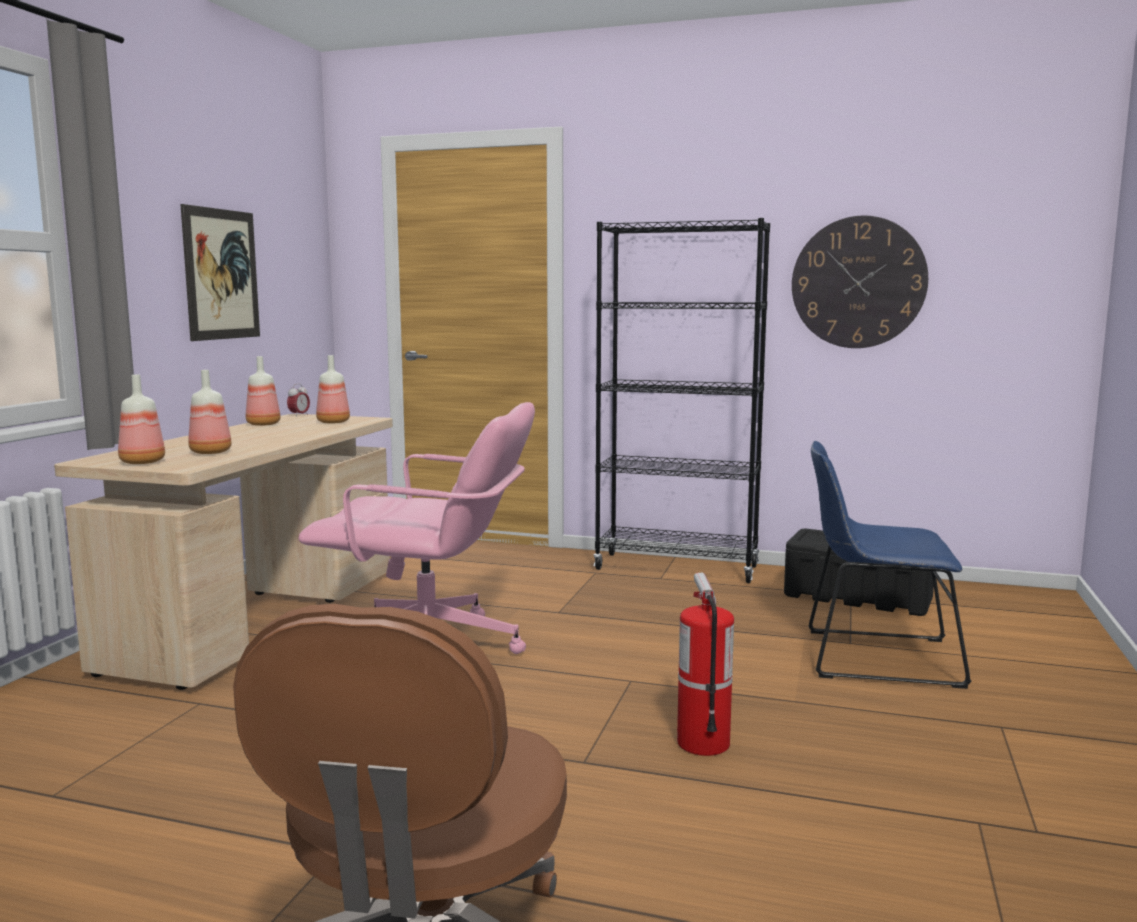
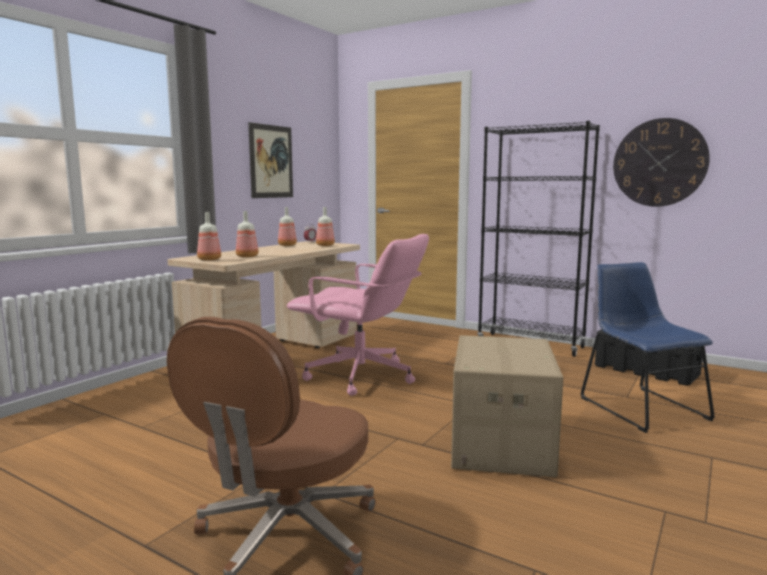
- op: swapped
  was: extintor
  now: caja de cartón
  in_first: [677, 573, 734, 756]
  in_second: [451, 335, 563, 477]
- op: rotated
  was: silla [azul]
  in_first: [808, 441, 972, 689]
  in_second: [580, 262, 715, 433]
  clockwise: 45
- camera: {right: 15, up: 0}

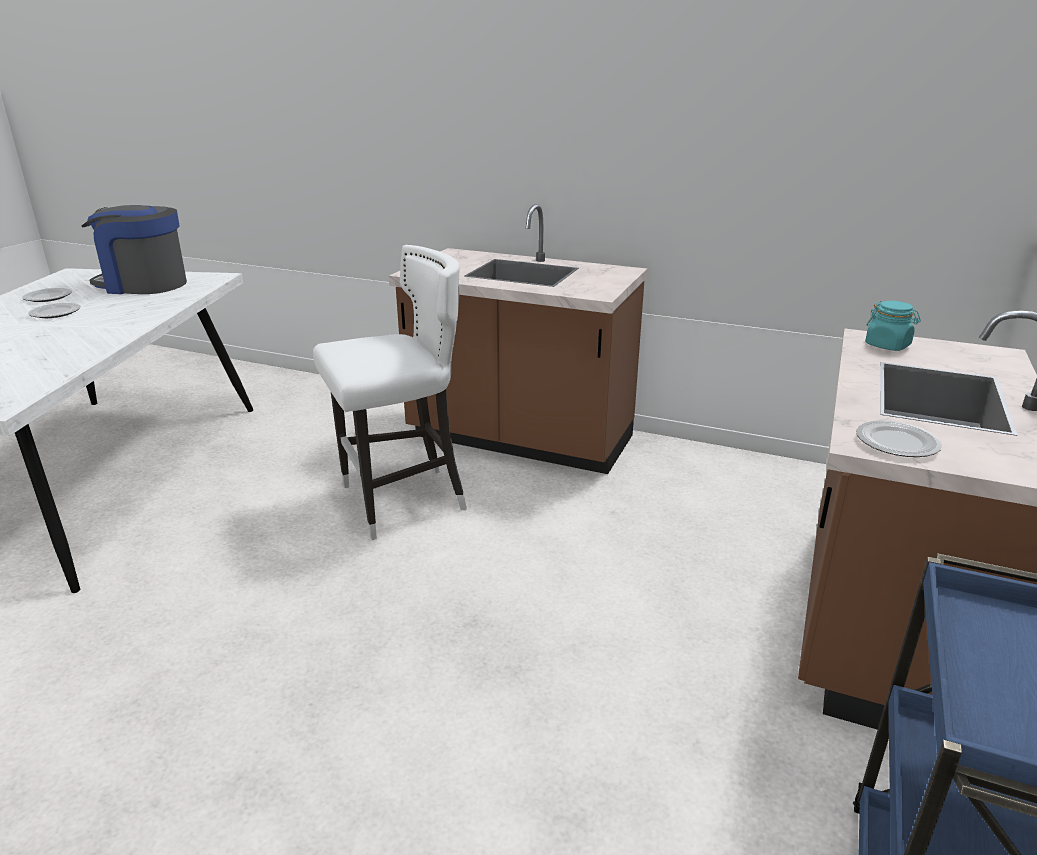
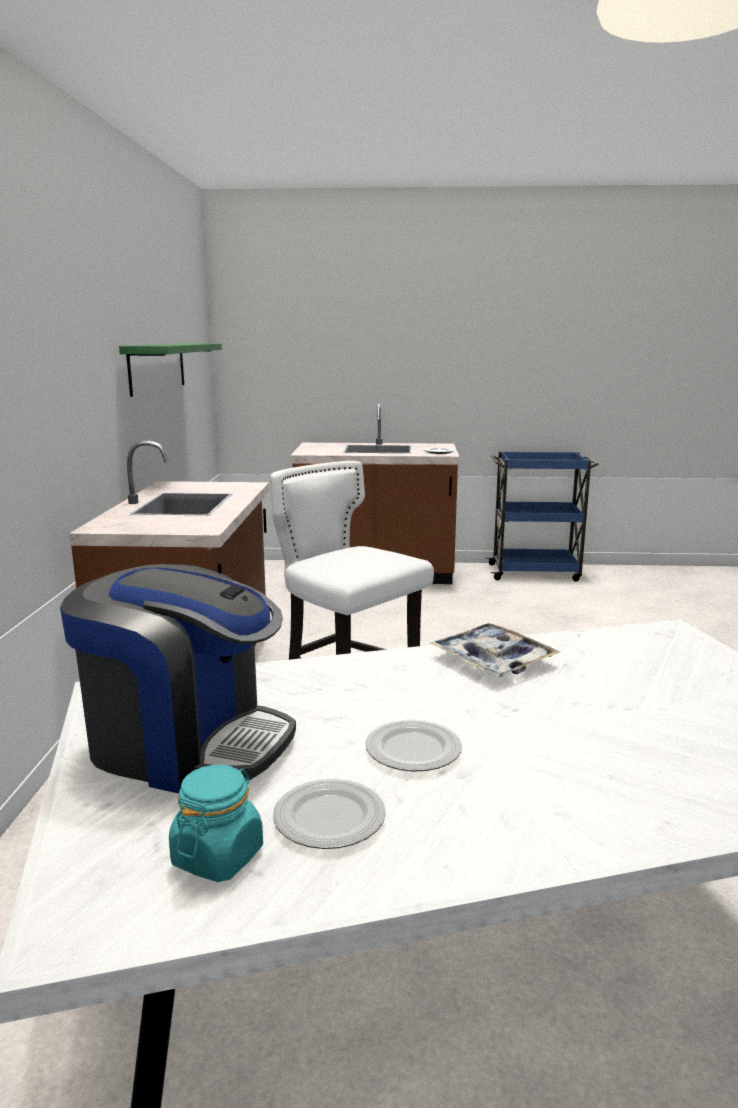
- op: rotated
  was: cafetera
  in_first: [82, 205, 187, 294]
  in_second: [60, 564, 296, 794]
  clockwise: -60
- op: new
  now: estante [verde]
  in_second: [119, 343, 222, 397]
- op: shifted
  was: tarro [turquesa]
  in_first: [865, 301, 921, 351]
  in_second: [169, 765, 263, 882]
- op: new
  now: bandeja
  in_second: [429, 623, 560, 677]
- camera: {right: -110, up: -10}

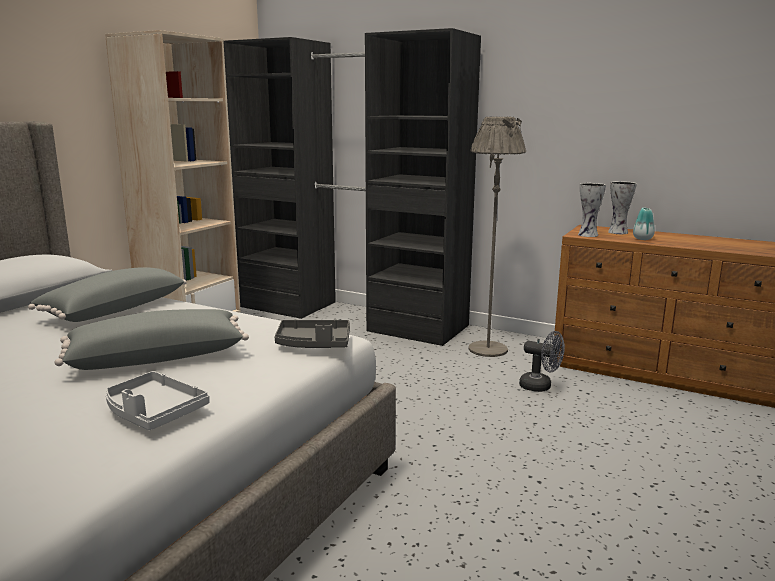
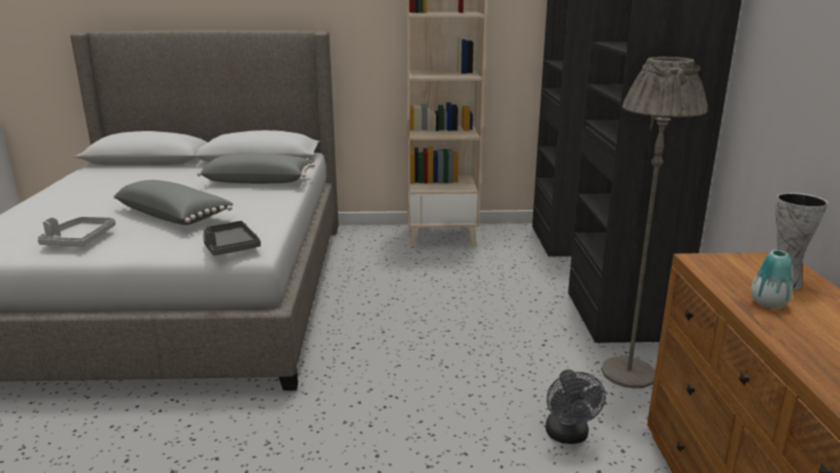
- op: gone
  was: florero
  in_first: [578, 183, 606, 237]
- camera: {right: 60, up: 5}

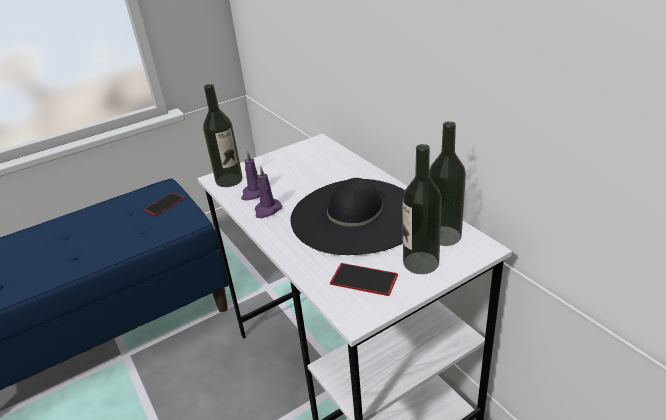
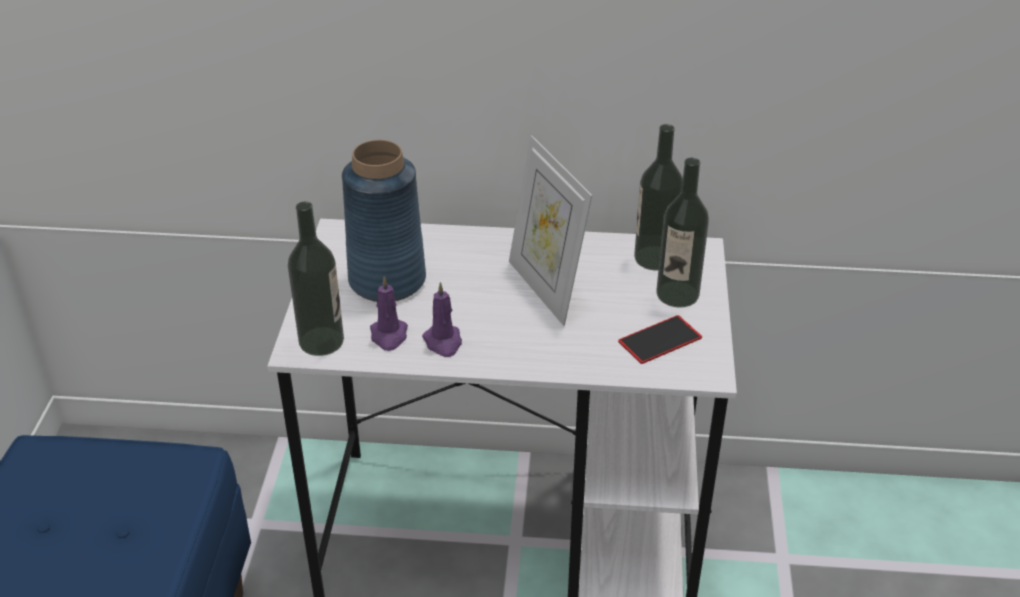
- op: new
  now: florero [azul]
  in_second: [342, 140, 426, 302]
- op: swapped
  was: sombrero [negro]
  now: portarretratos
  in_first: [290, 178, 405, 255]
  in_second: [509, 136, 592, 326]
- op: gone
  was: móvil
  in_first: [144, 192, 185, 216]
- camera: {right: -55, up: 5}

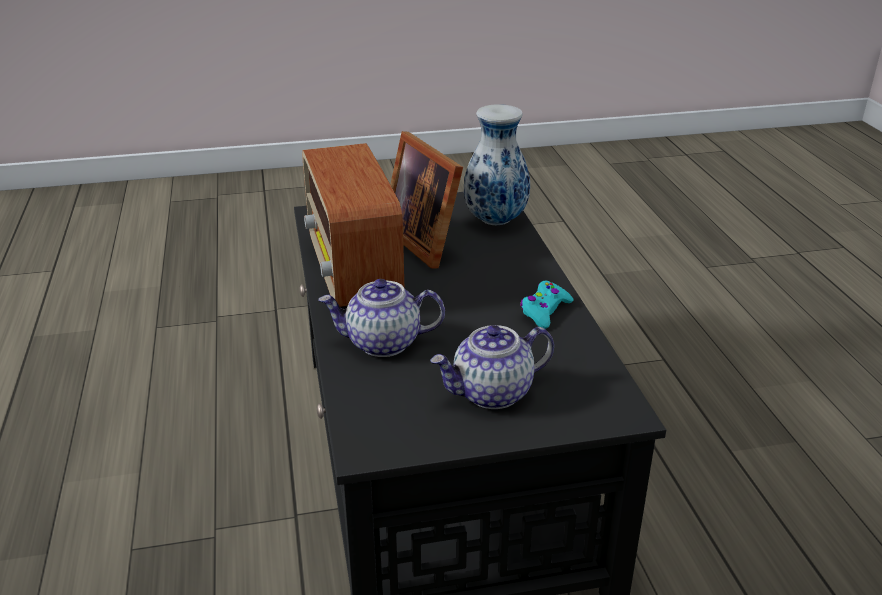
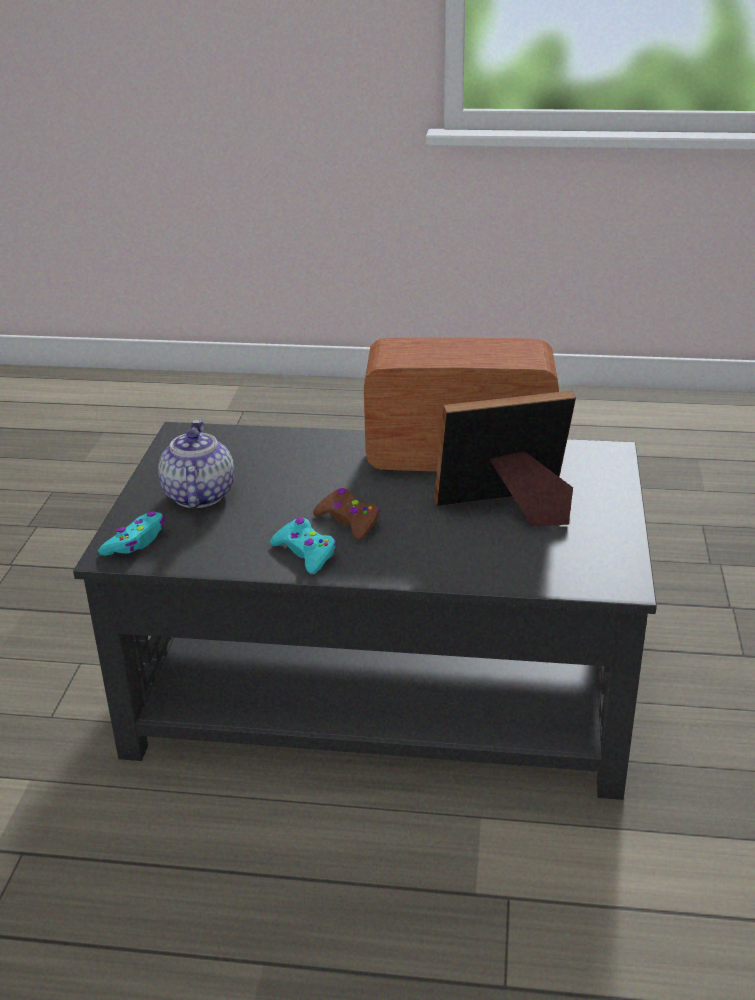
- op: new
  now: mando de consola [turquesa]
  in_second: [98, 511, 165, 556]
- op: new
  now: mando de consola [marrón]
  in_second: [313, 488, 380, 540]
- op: gone
  was: tetera
  in_first: [318, 279, 445, 357]
- op: gone
  was: florero
  in_first: [464, 104, 530, 225]
- camera: {right: 110, up: 0}

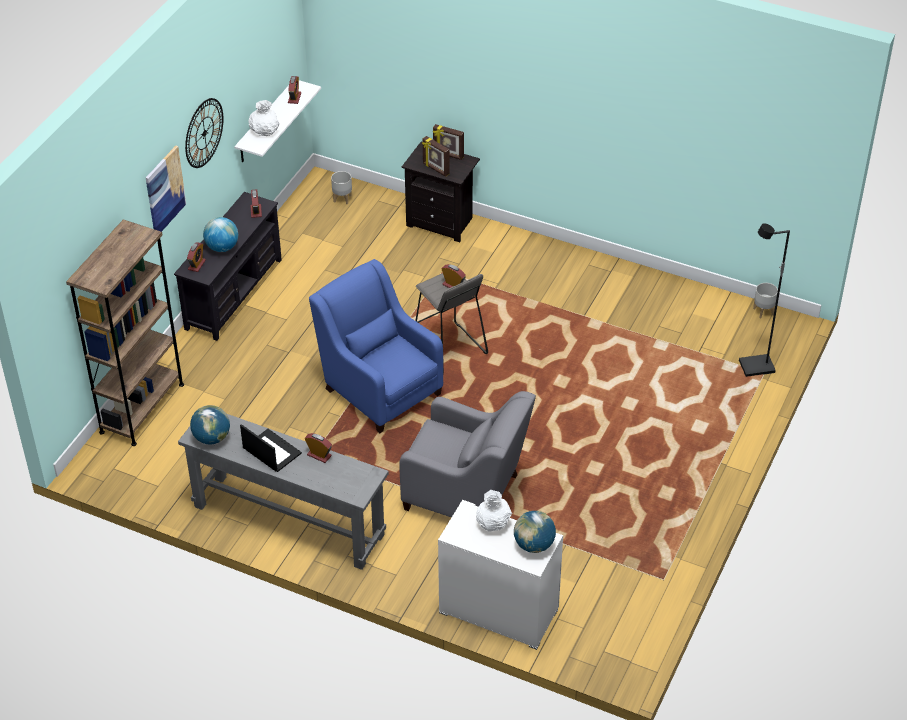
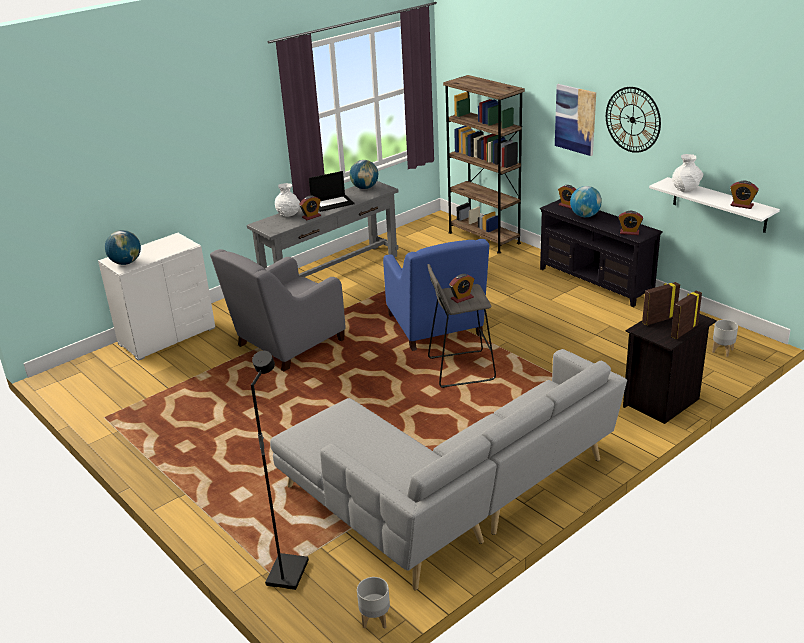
- op: new
  now: sofá [gris]
  in_second: [270, 349, 627, 590]
- op: shifted
  was: florero [blanco]
  in_first: [476, 490, 512, 532]
  in_second: [275, 183, 300, 217]
- op: rotated
  was: sillón [azul]
  in_first: [309, 259, 443, 433]
  in_second: [383, 239, 489, 351]
  clockwise: 90
- camera: {right: 115, up: -15}

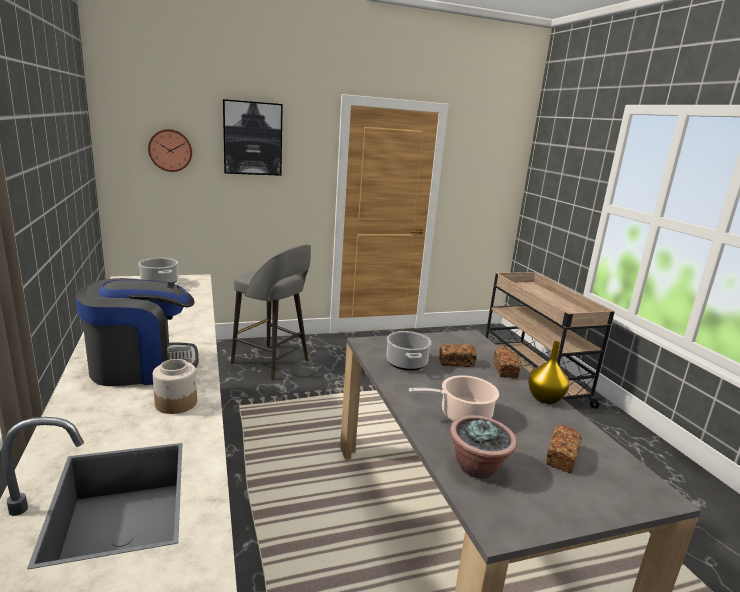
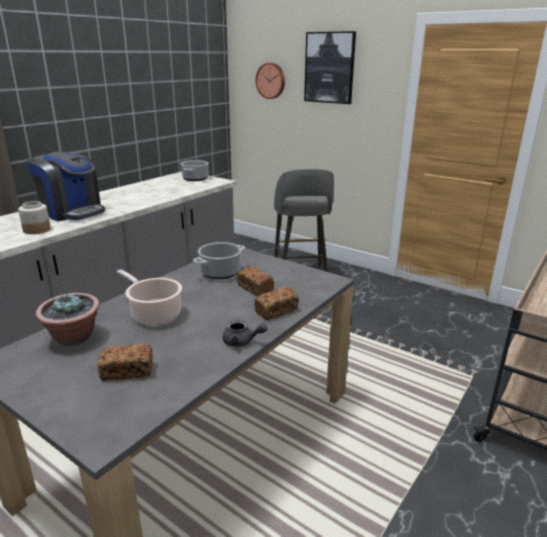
- op: swapped
  was: florero [amarillo]
  now: tetera [gris]
  in_first: [528, 341, 569, 404]
  in_second: [223, 320, 267, 347]
- camera: {right: 55, up: 5}

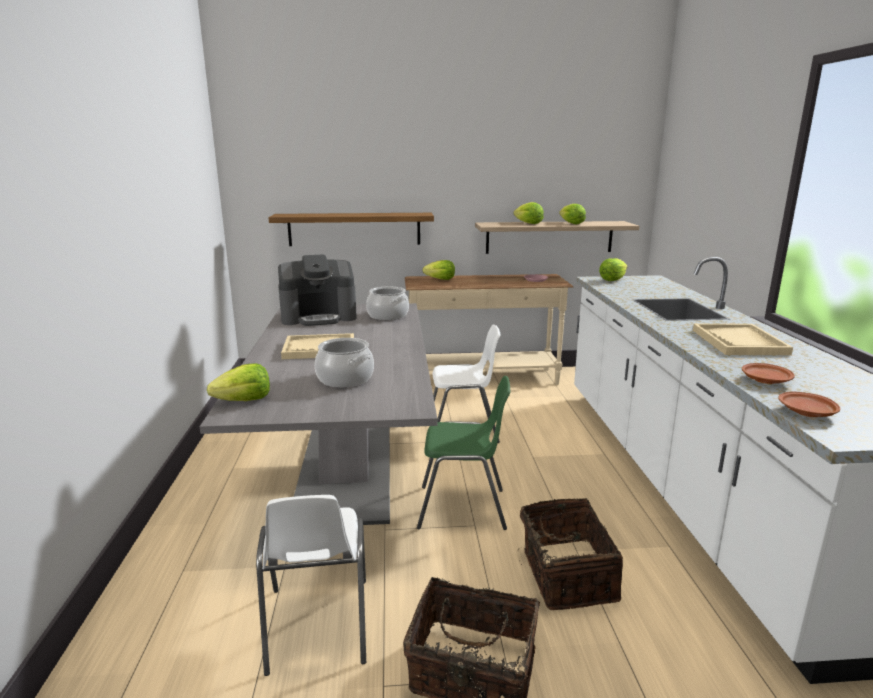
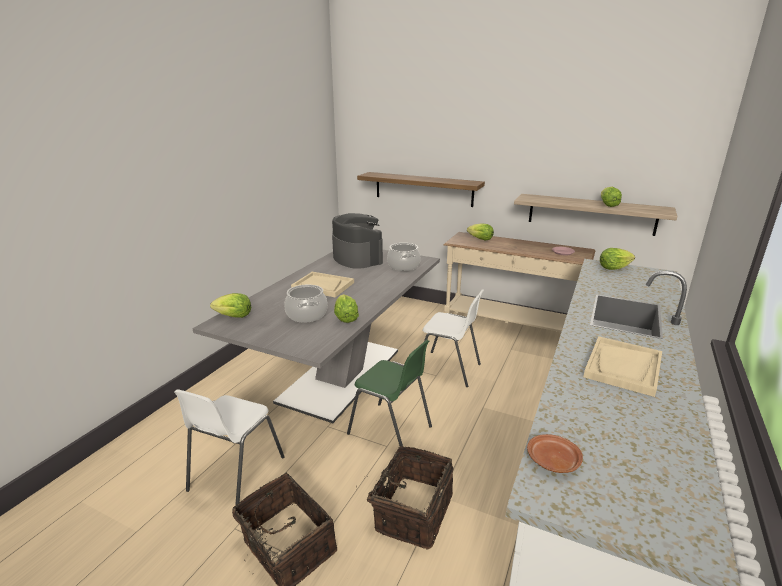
- op: rotated
  was: cafetera
  in_first: [278, 255, 357, 326]
  in_second: [332, 213, 383, 269]
  clockwise: -135
- op: shifted
  was: lechuga
  in_first: [513, 202, 544, 224]
  in_second: [334, 294, 359, 323]
- op: gone
  was: plato [marrón]
  in_first: [742, 363, 795, 384]
- camera: {right: 30, up: 5}

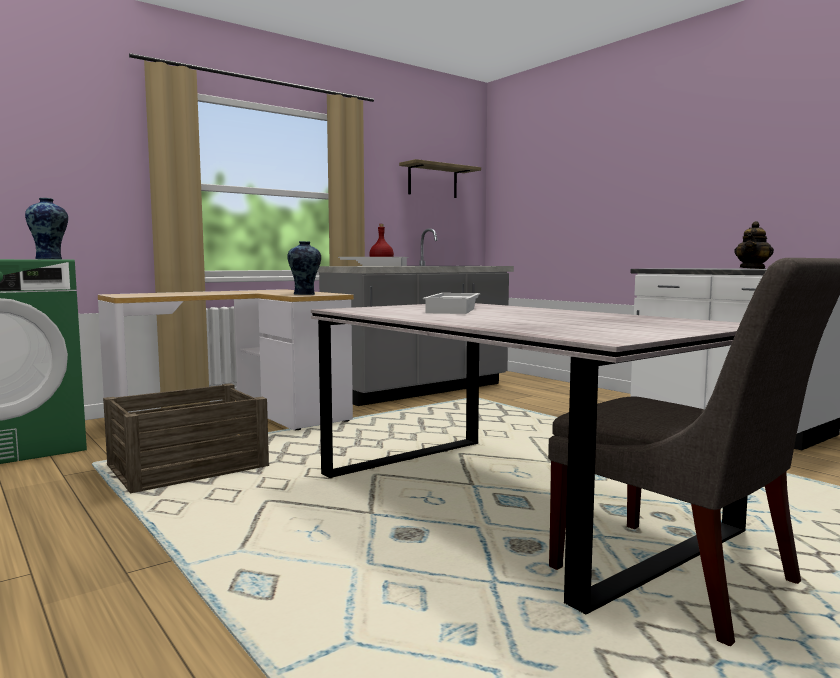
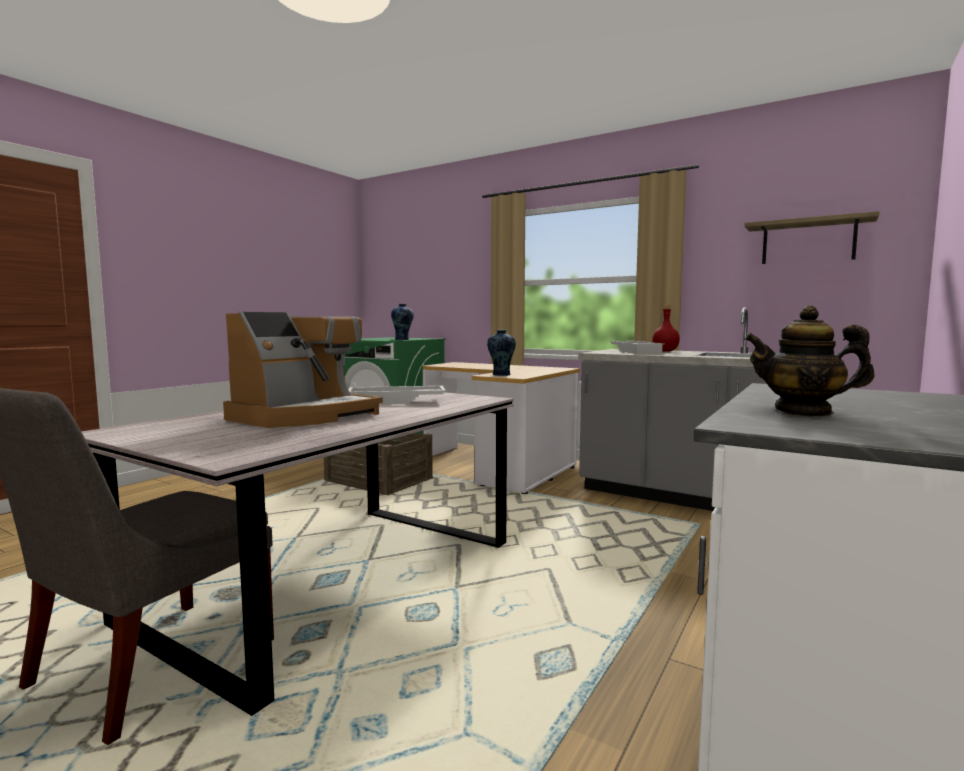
- op: new
  now: cafetera
  in_second: [223, 312, 383, 428]
- camera: {right: 70, up: 0}

